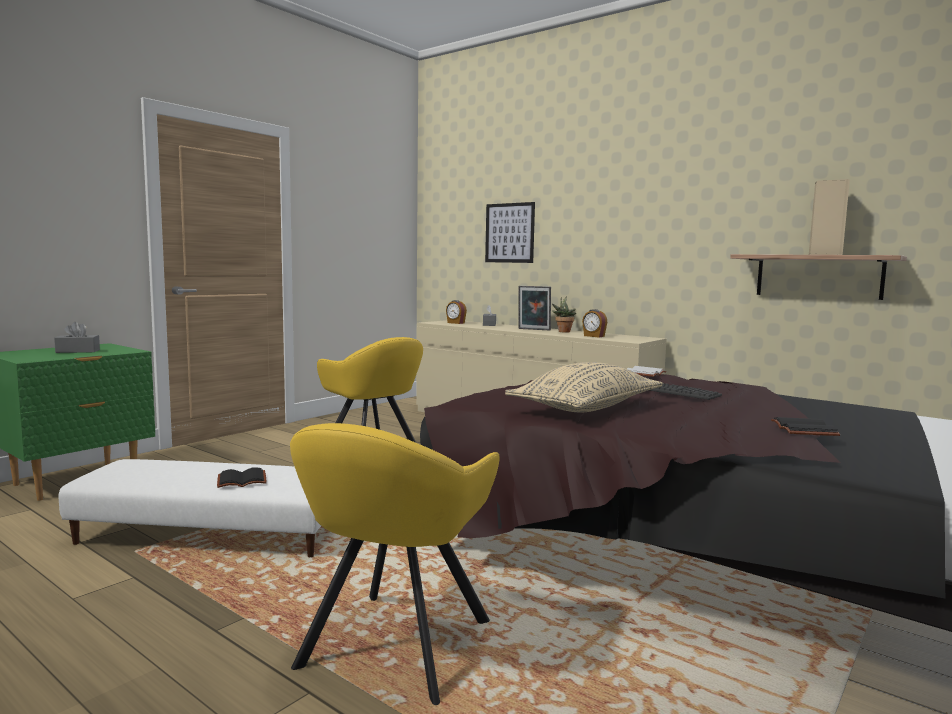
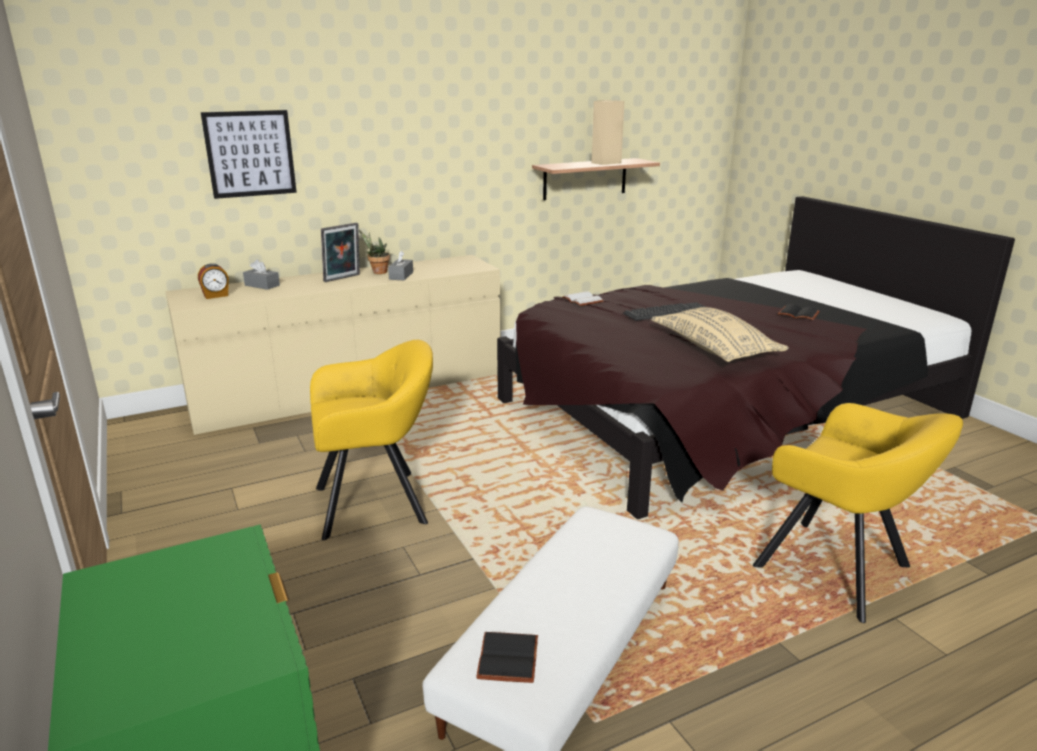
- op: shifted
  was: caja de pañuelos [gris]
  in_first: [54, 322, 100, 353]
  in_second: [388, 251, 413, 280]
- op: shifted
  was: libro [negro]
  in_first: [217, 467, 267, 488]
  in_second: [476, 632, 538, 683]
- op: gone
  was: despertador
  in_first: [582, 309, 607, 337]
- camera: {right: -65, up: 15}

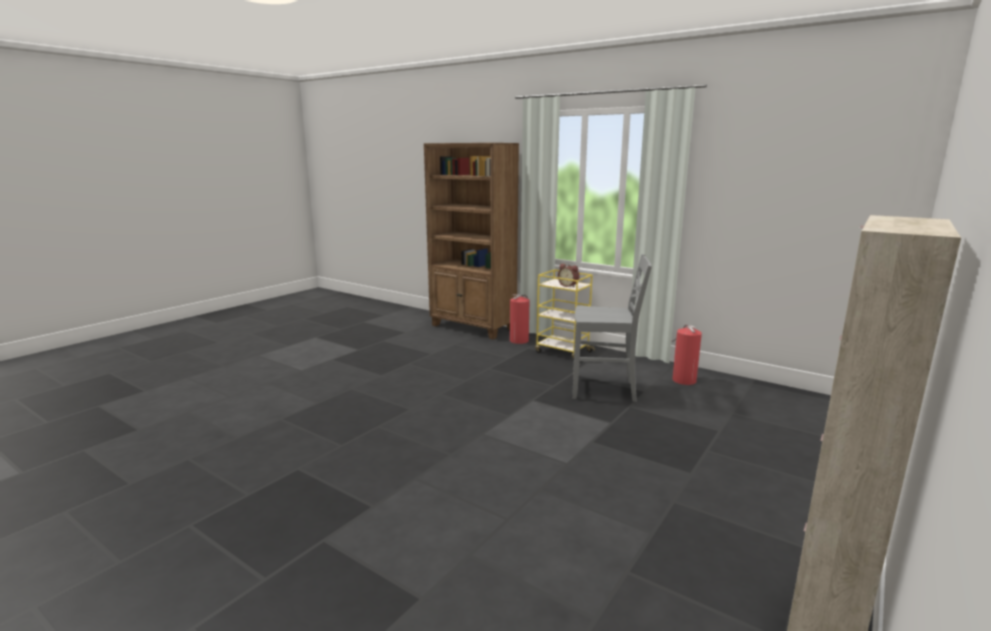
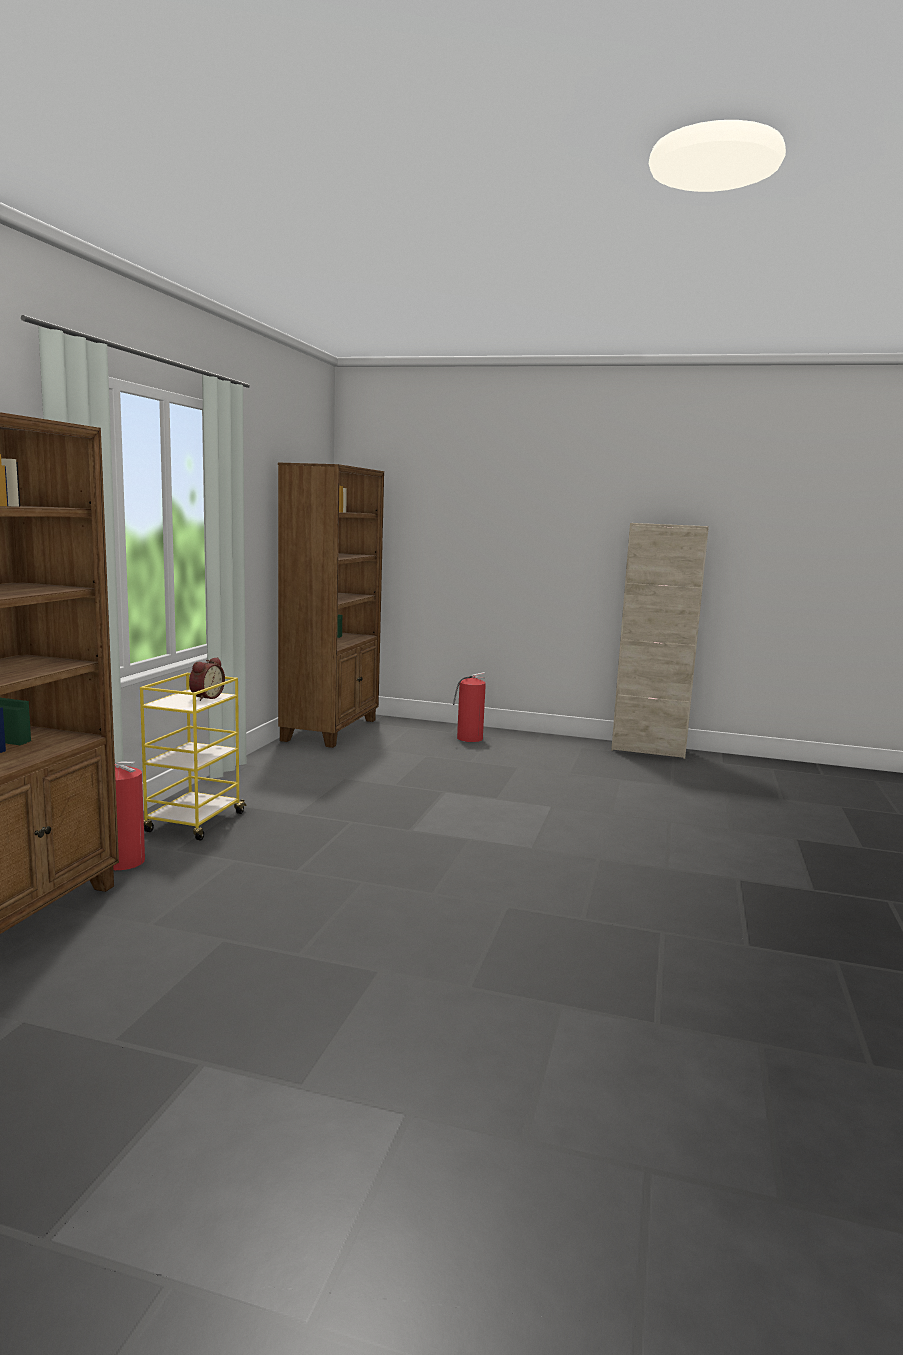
- op: new
  now: estantería [marrón]
  in_second: [278, 463, 384, 748]
- op: shifted
  was: extintor
  in_first: [671, 325, 702, 385]
  in_second: [453, 672, 486, 742]
- op: gone
  was: silla [gris]
  in_first: [572, 254, 652, 402]
- camera: {right: -110, up: -5}

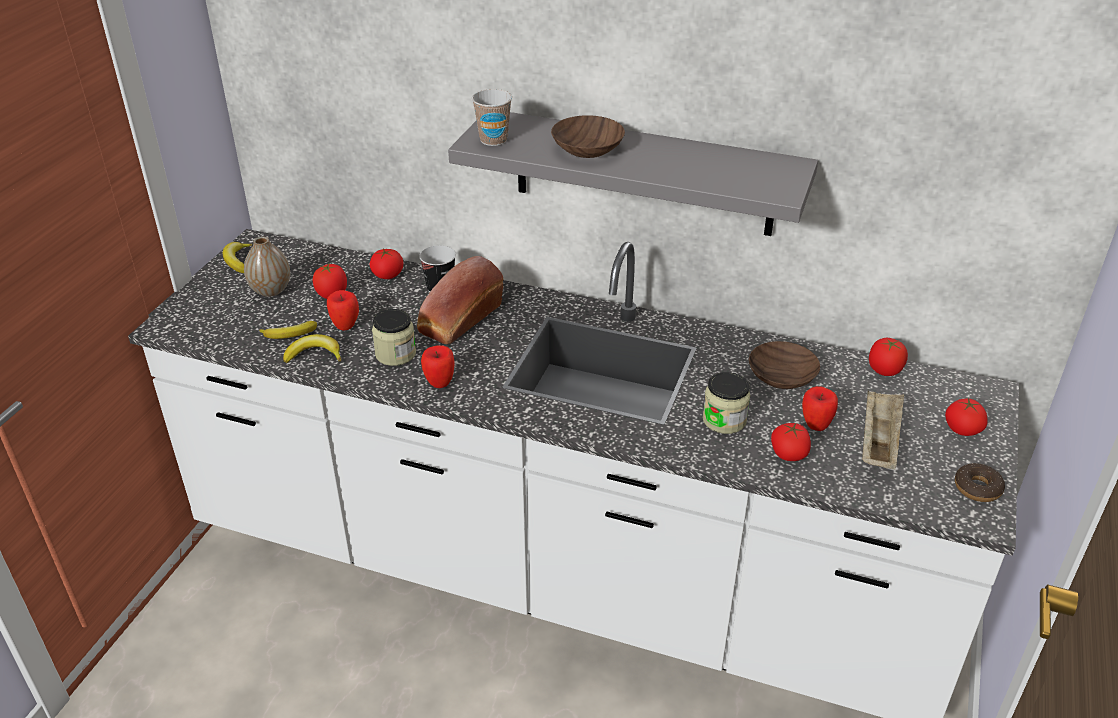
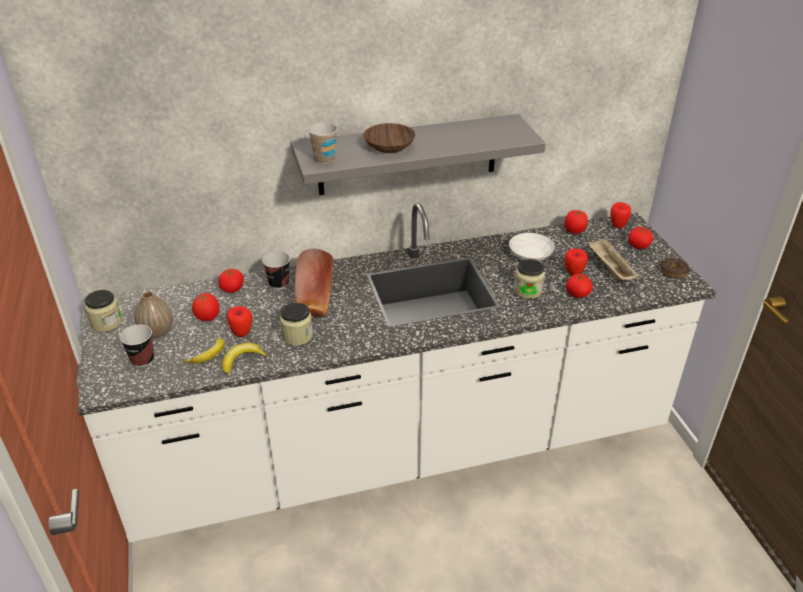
- op: swapped
  was: plátano
  now: tarro
  in_first: [223, 242, 252, 273]
  in_second: [85, 290, 122, 332]
- op: new
  now: taza
  in_second: [119, 324, 154, 367]
- op: repainted
  was: cuenco [marrón]
  now: cuenco [blanco]
  in_first: [749, 341, 820, 389]
  in_second: [509, 233, 555, 261]
- op: shifted
  was: manzana
  in_first: [421, 345, 455, 388]
  in_second: [610, 202, 631, 228]
- camera: {right: -35, up: 0}

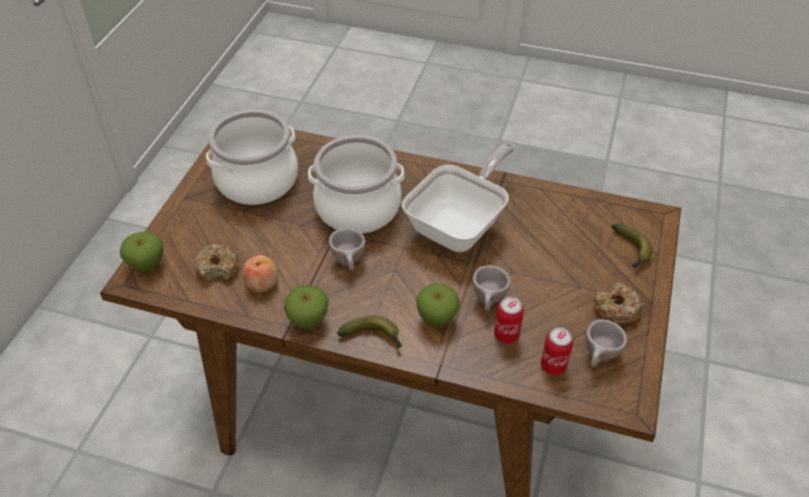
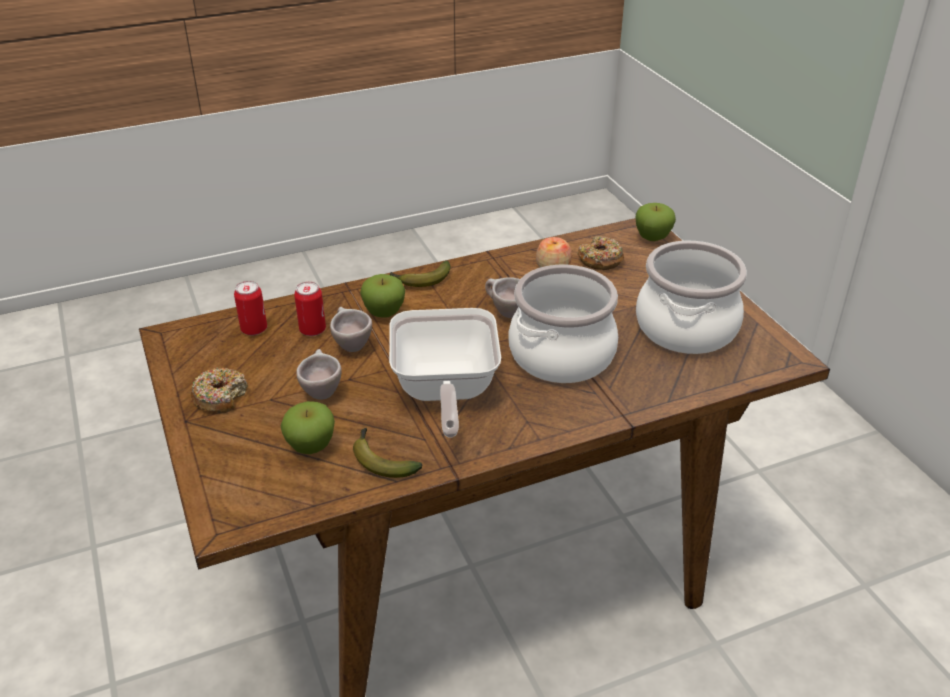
- op: shifted
  was: manzana
  in_first: [284, 286, 329, 328]
  in_second: [280, 401, 335, 454]
- op: shifted
  was: taza [beis]
  in_first: [586, 319, 627, 367]
  in_second: [296, 349, 342, 400]
- op: shifted
  was: plátano
  in_first: [612, 224, 652, 268]
  in_second: [353, 428, 422, 478]
- camera: {right: 140, up: -10}

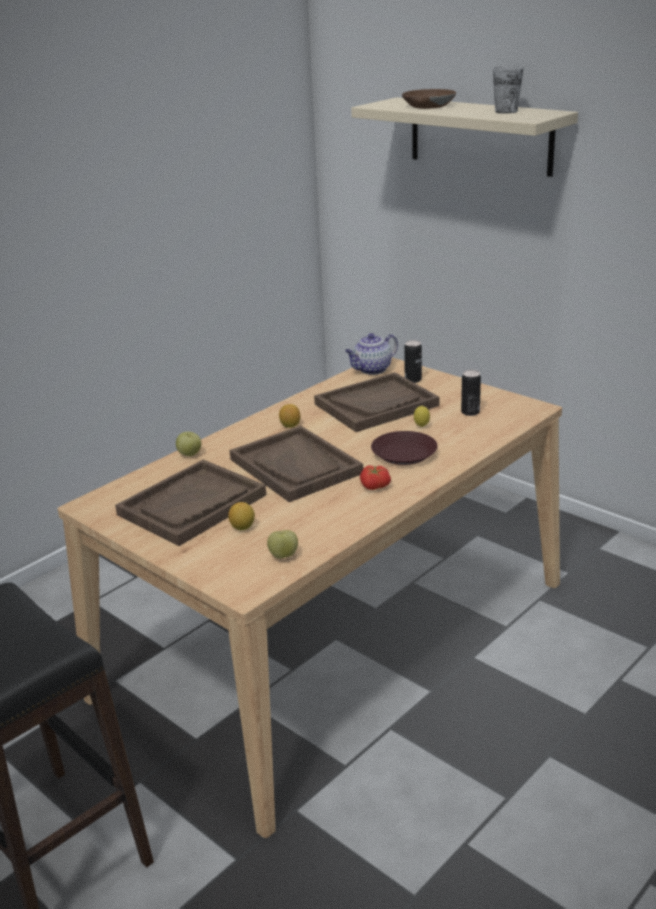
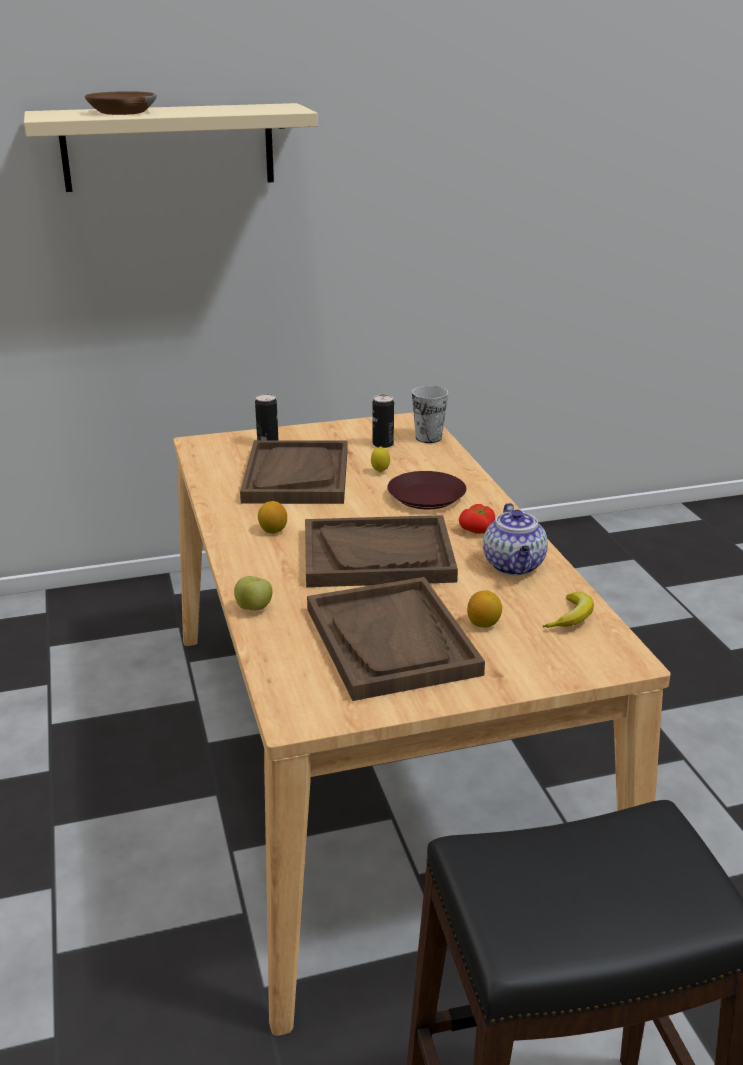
- op: shifted
  was: taza
  in_first: [493, 66, 524, 114]
  in_second: [412, 386, 448, 443]
- op: shifted
  was: tetera
  in_first: [345, 333, 398, 375]
  in_second: [483, 503, 548, 576]
- op: swapped
  was: manzana
  now: plátano
  in_first: [267, 530, 298, 559]
  in_second: [543, 592, 594, 628]
- camera: {right: -60, up: 0}

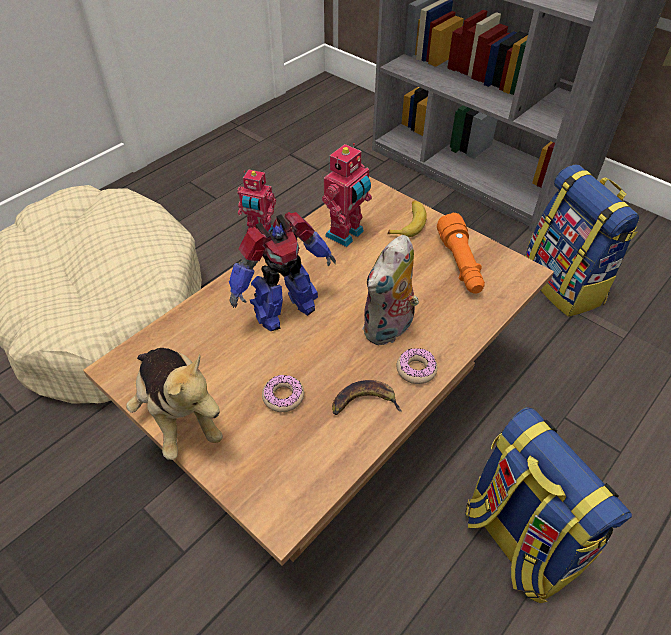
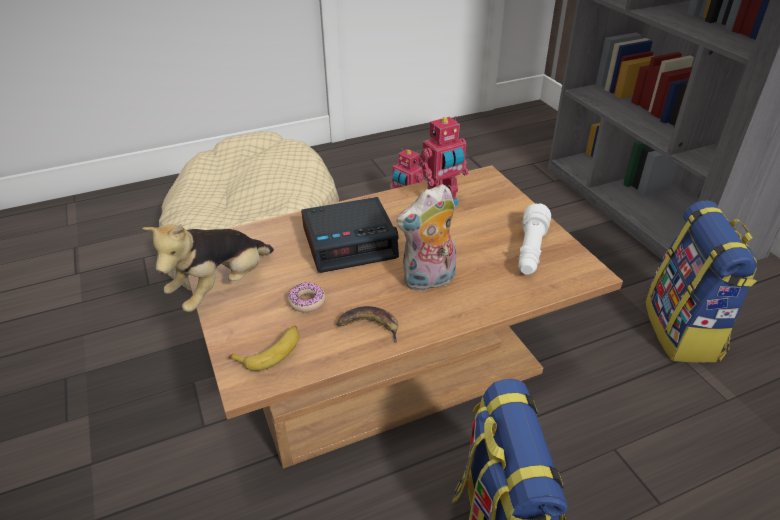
- op: rotated
  was: peluche
  in_first: [126, 348, 223, 460]
  in_second: [142, 224, 274, 312]
  clockwise: 45
- op: shifted
  was: plátano
  in_first: [387, 200, 427, 237]
  in_second: [229, 326, 299, 371]
- op: swapped
  was: robot de juguete
  now: despertador
  in_first: [229, 212, 336, 331]
  in_second: [301, 197, 399, 273]
- op: repainted
  was: linterna [naranja]
  now: linterna [blanco]
  in_first: [437, 213, 485, 294]
  in_second: [518, 203, 551, 275]
- op: gone
  was: rosquilla
  in_first: [397, 348, 437, 384]
- camera: {right: 25, up: -10}

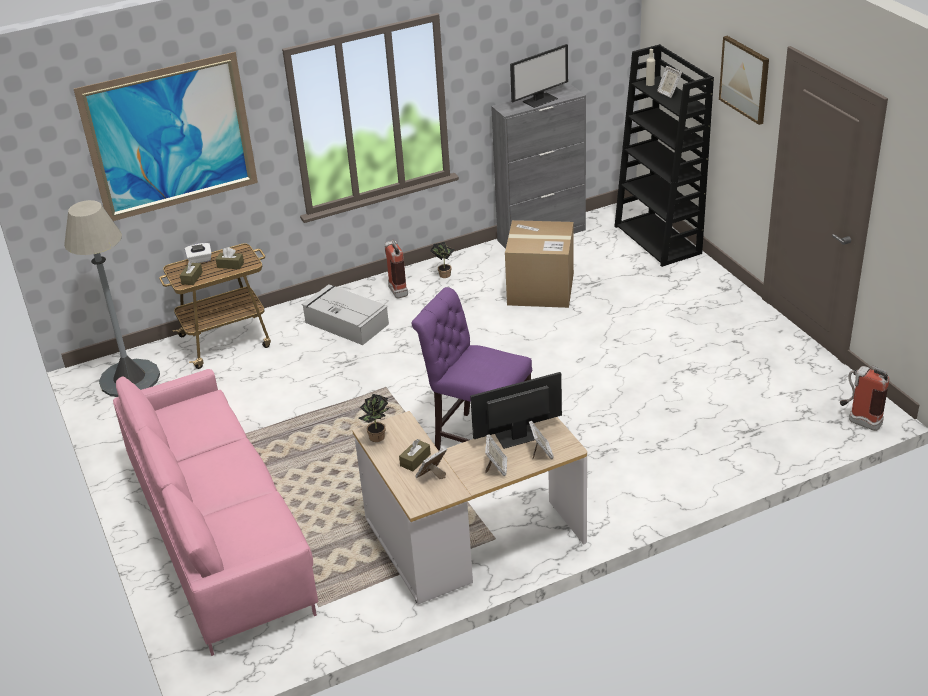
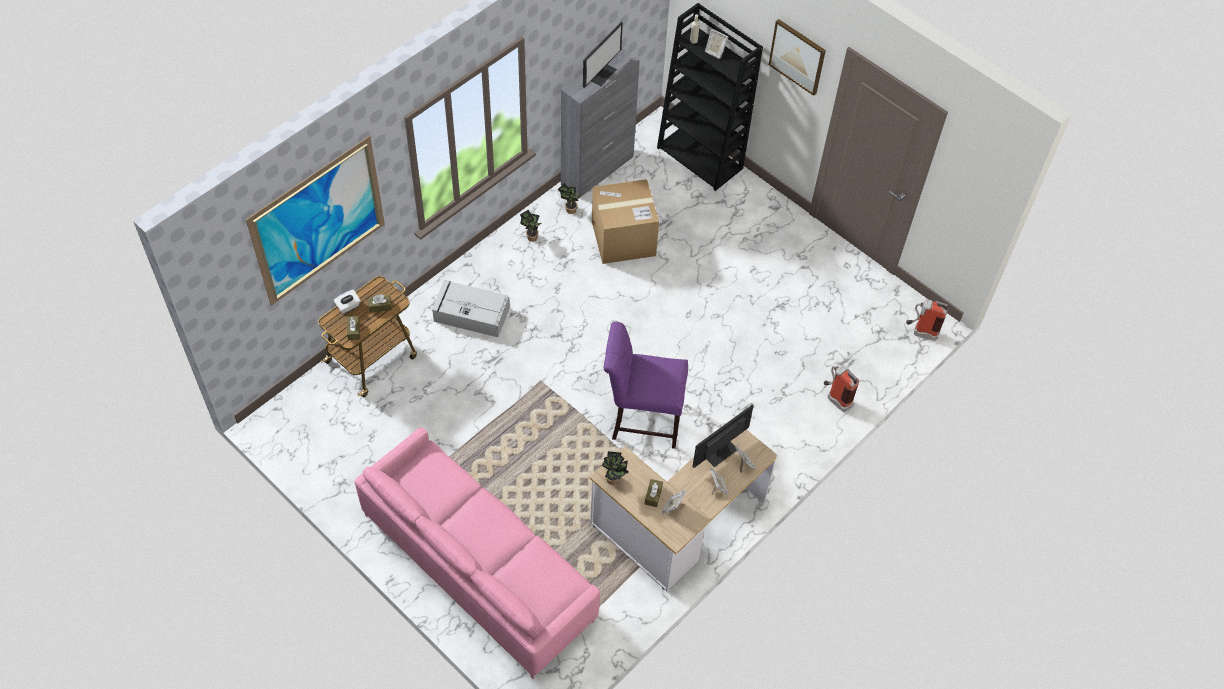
- op: new
  now: planta en maceta
  in_second: [558, 183, 580, 214]
- op: shifted
  was: extintor
  in_first: [385, 240, 408, 298]
  in_second: [824, 365, 859, 412]
- op: gone
  was: lámpara de pie [gris]
  in_first: [64, 200, 160, 397]
- camera: {right: -25, up: 20}

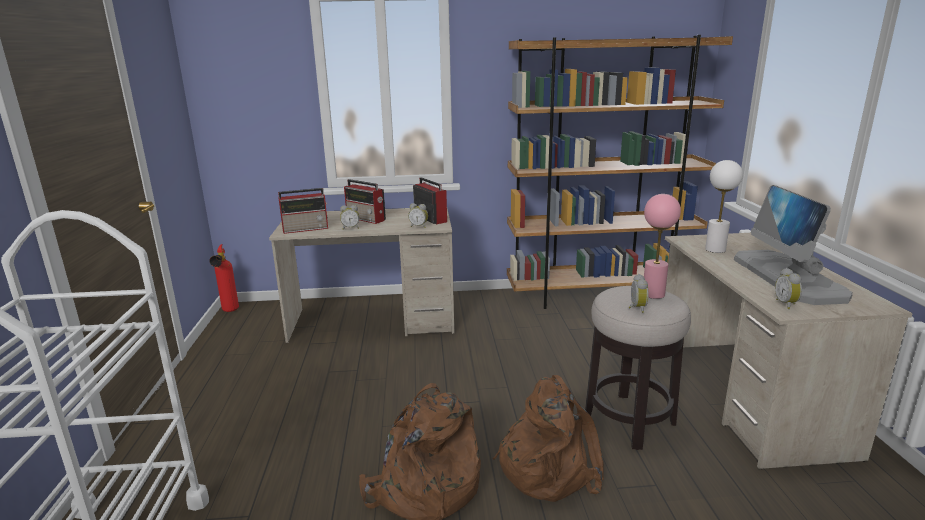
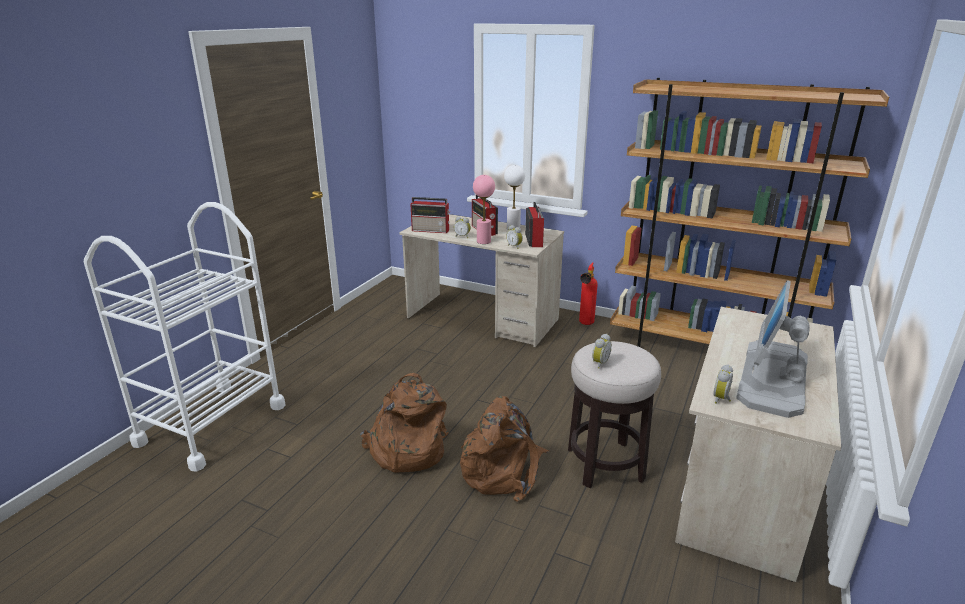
- op: shifted
  was: lámpara de mesa [rosa]
  in_first: [644, 194, 681, 299]
  in_second: [473, 175, 495, 244]
- op: shifted
  was: lámpara de mesa [blanco]
  in_first: [705, 160, 743, 253]
  in_second: [504, 165, 525, 229]
- op: shifted
  was: extintor
  in_first: [209, 244, 239, 312]
  in_second: [579, 262, 598, 325]
- camera: {right: 30, up: 5}

